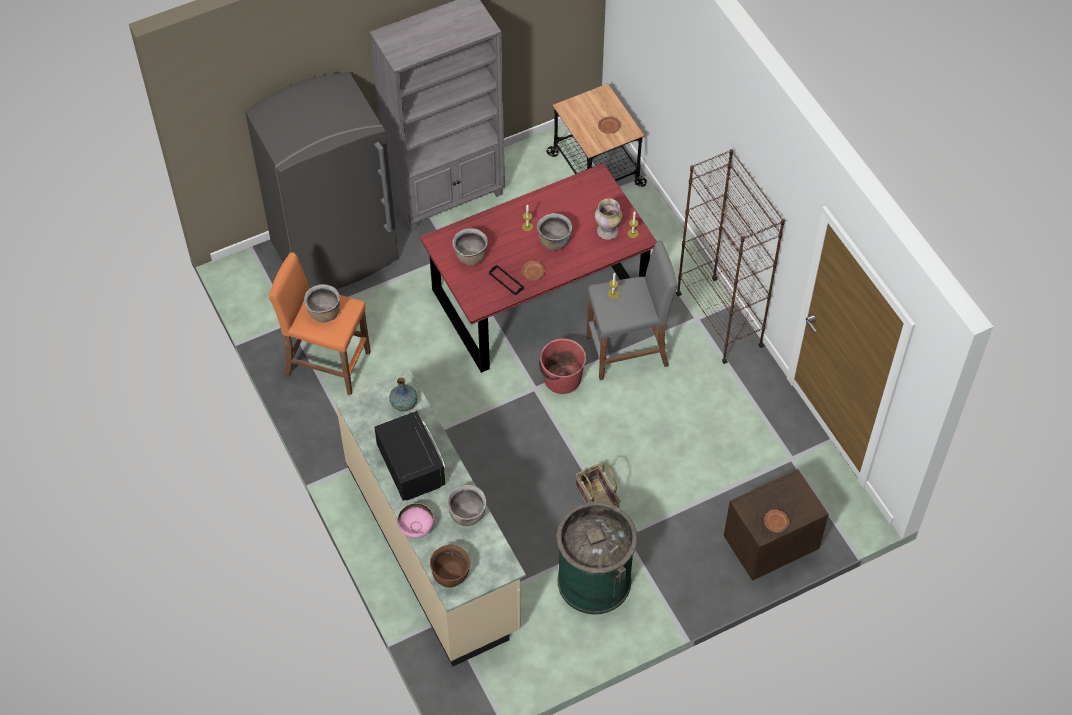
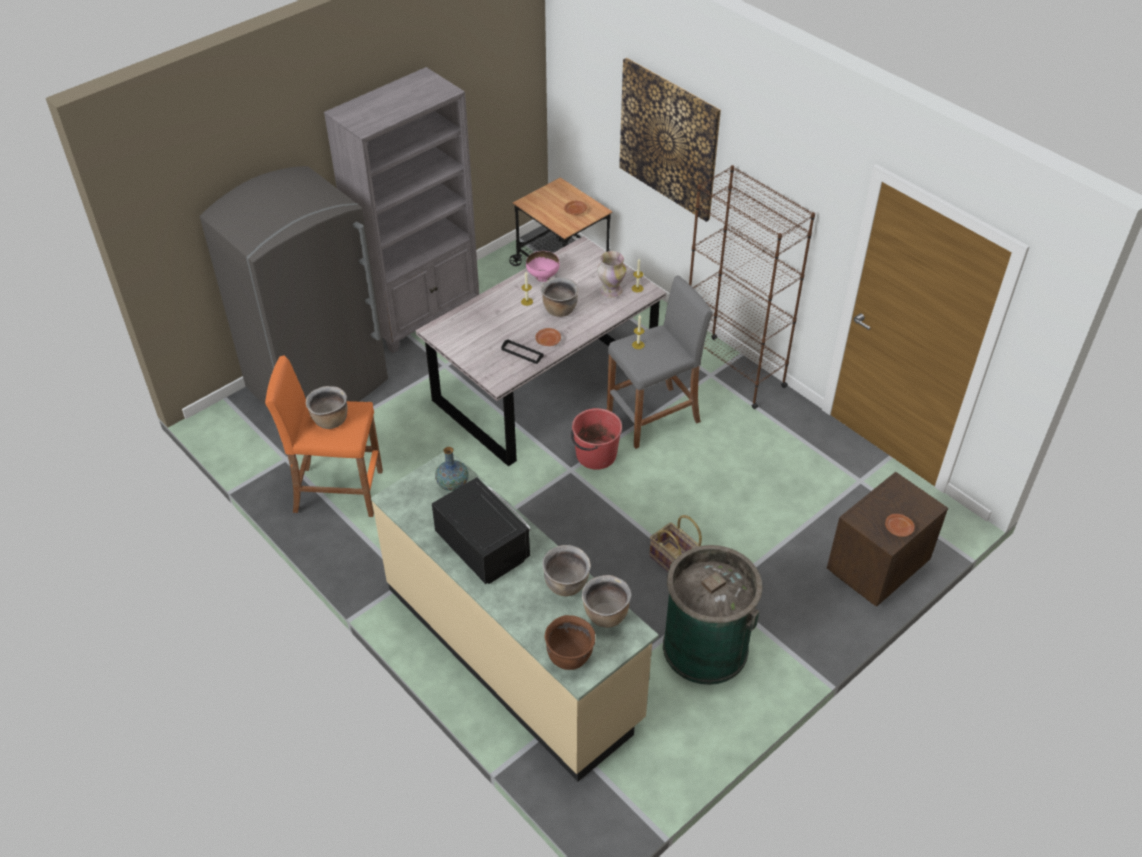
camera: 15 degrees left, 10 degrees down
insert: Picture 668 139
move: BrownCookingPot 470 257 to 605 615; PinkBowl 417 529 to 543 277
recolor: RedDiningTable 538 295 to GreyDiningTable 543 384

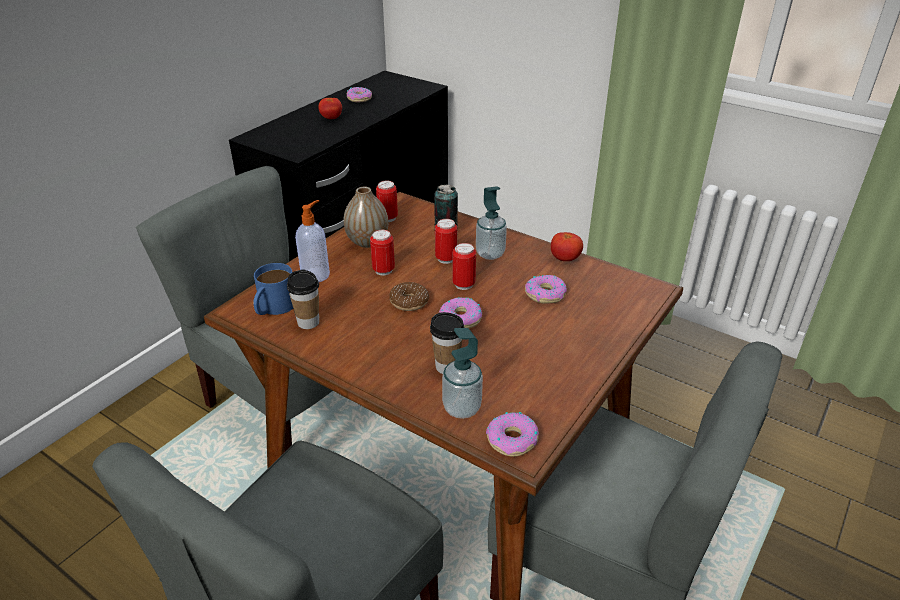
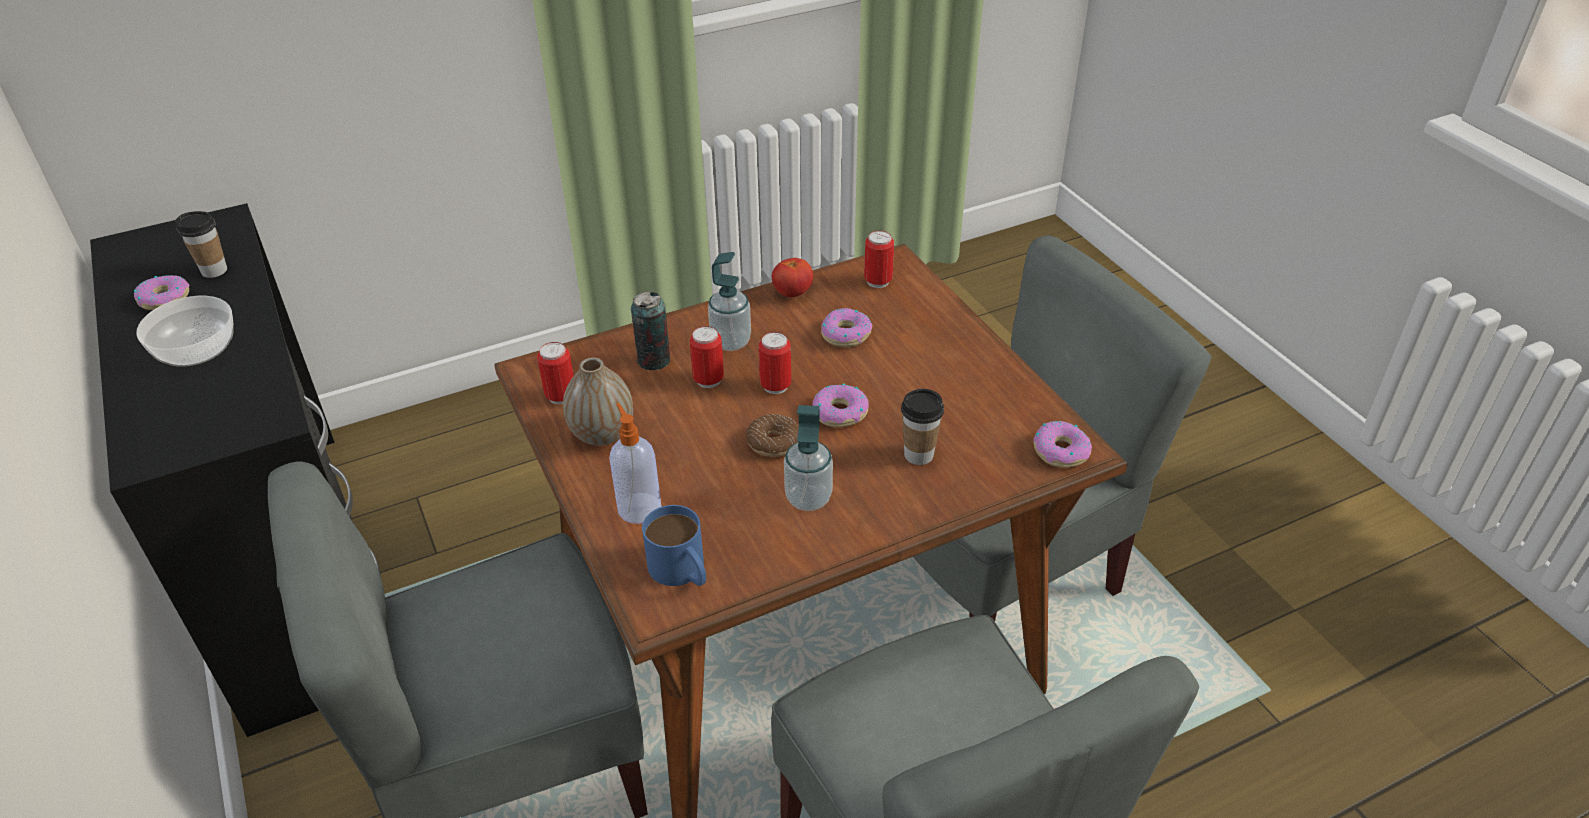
camera: 60 degrees left, 5 degrees up
move: Can 383 270 to 878 281; Cup 308 322 to 214 270; SoapDispenser 462 408 to 808 498
replace: Tomato 331 118 to Bowl 196 350

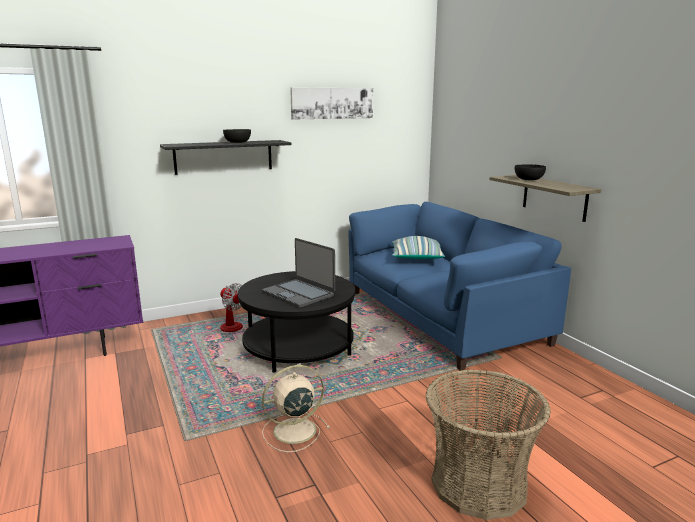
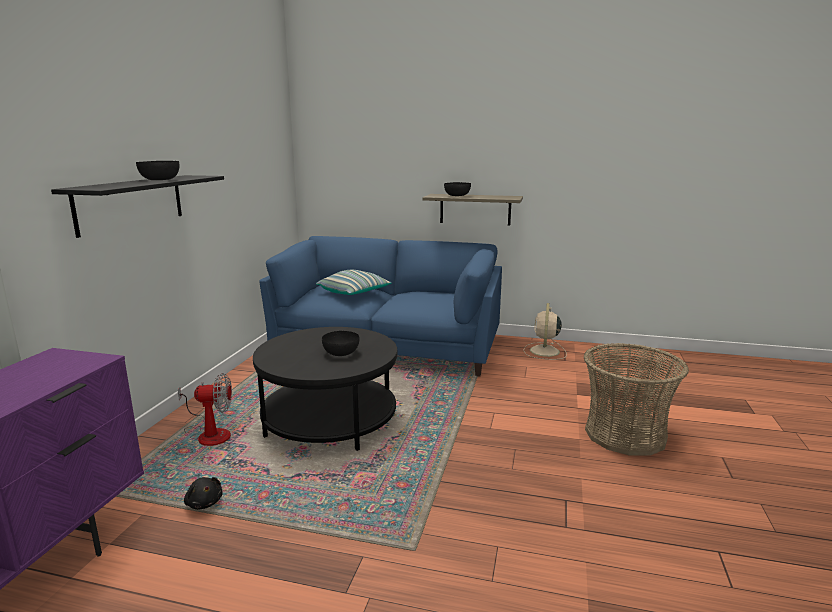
camera: 50 degrees left, 0 degrees up
delete: Picture 332 103
insert: BlackPlushToy 204 503
move: BeigeFan 292 431 to 544 351
replace: Laptop 299 294 to BlackBowl 341 352

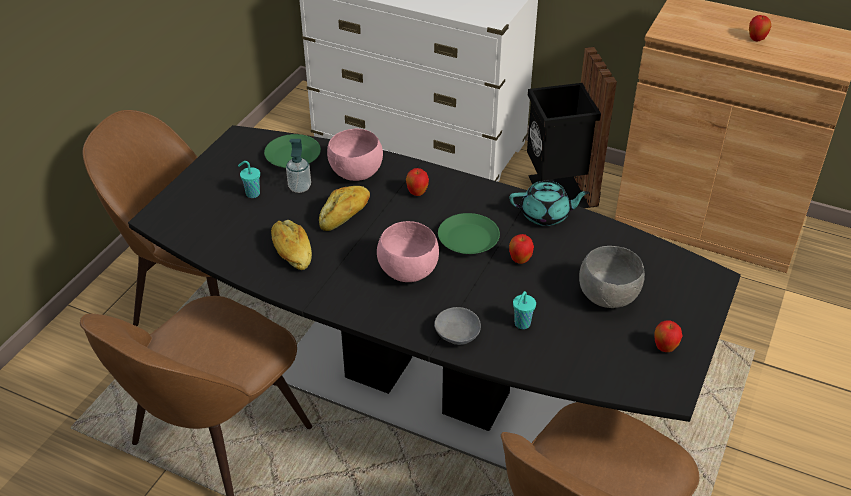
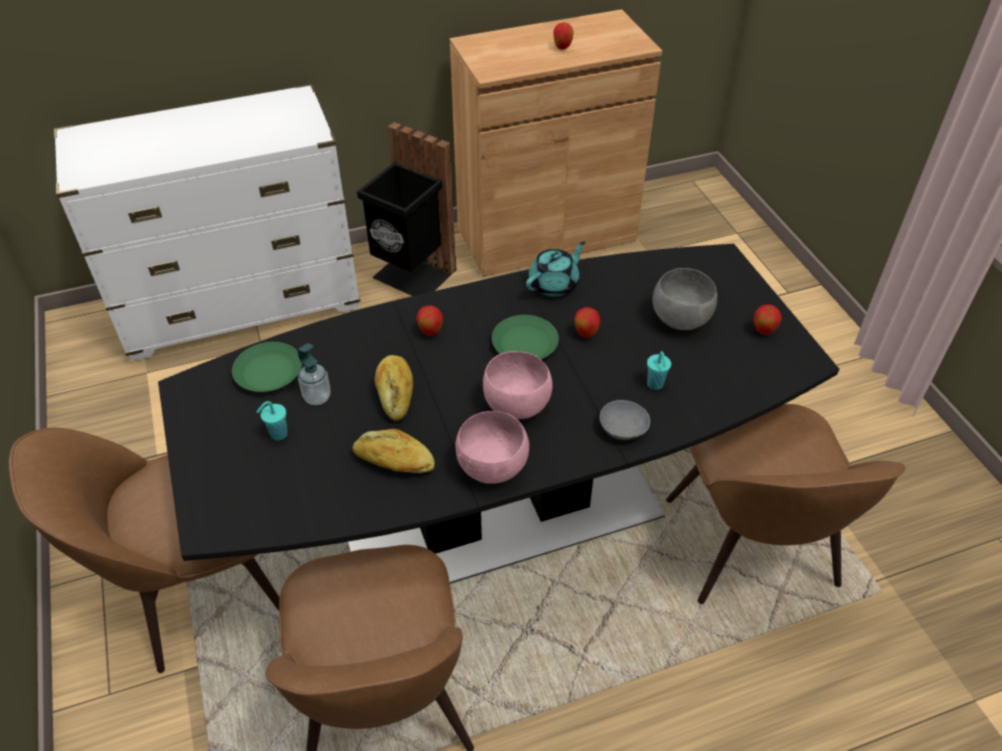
camera: 45 degrees left, 5 degrees up
move: PinkBowl 355 174 to 492 468

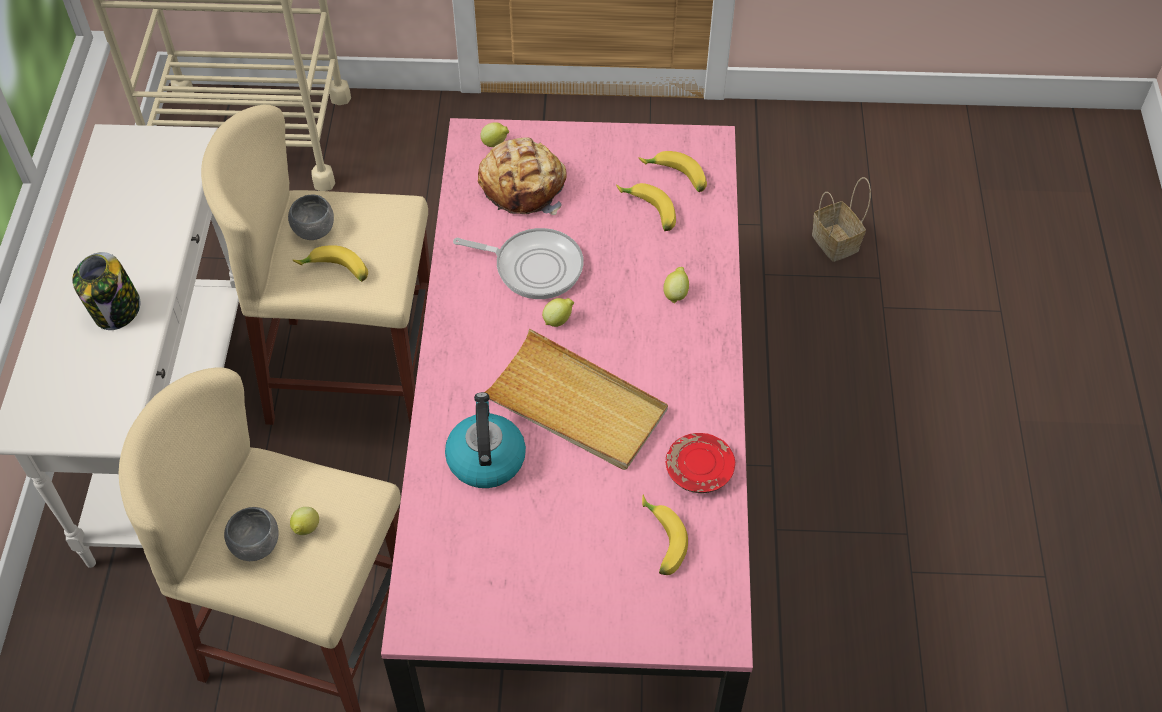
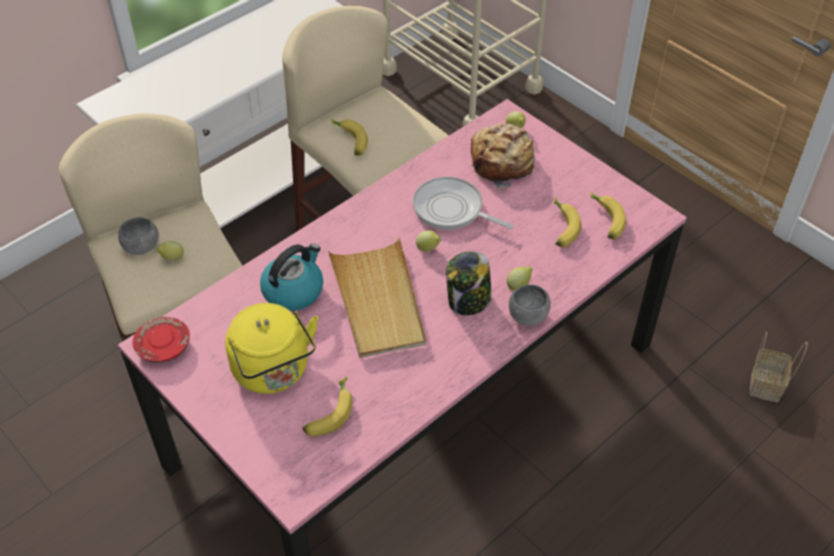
camera: 45 degrees right, 5 degrees down
insert: YellowKettle 274 372
move: GreyBowl 314 230 to 528 316; Jar 116 311 to 468 301; RedPlate 699 470 to 163 346
rotate: FryingPan 533 267 = 451 210 150 degrees clockwise

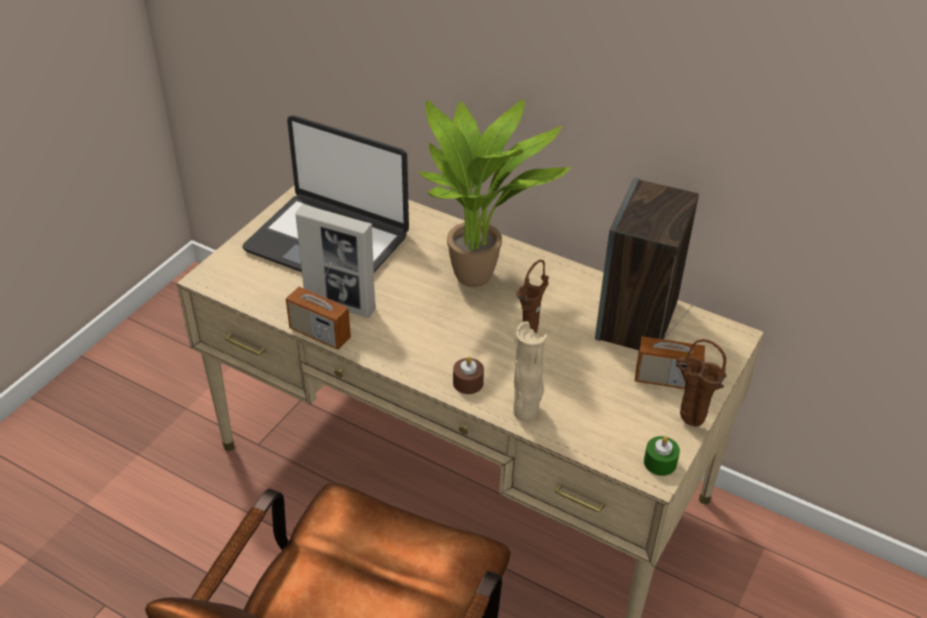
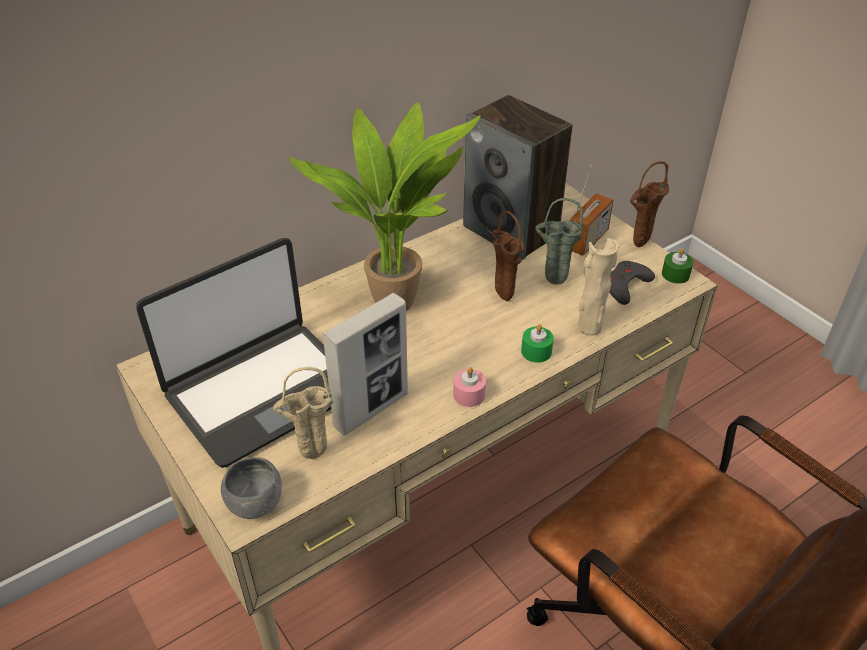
camera: 65 degrees left, 0 degrees up
delete: Radio 320 334
insert: GreenVase 552 283; GreyGameController 625 286; BeigeVase 311 457; PinkCandle 469 394; GreyBowl 255 503
recolor: BrownCandle 468 383 to GreenCandle 536 351

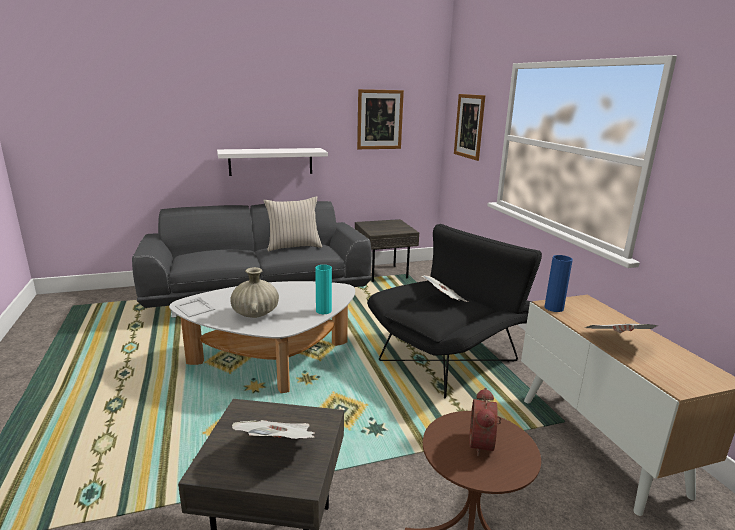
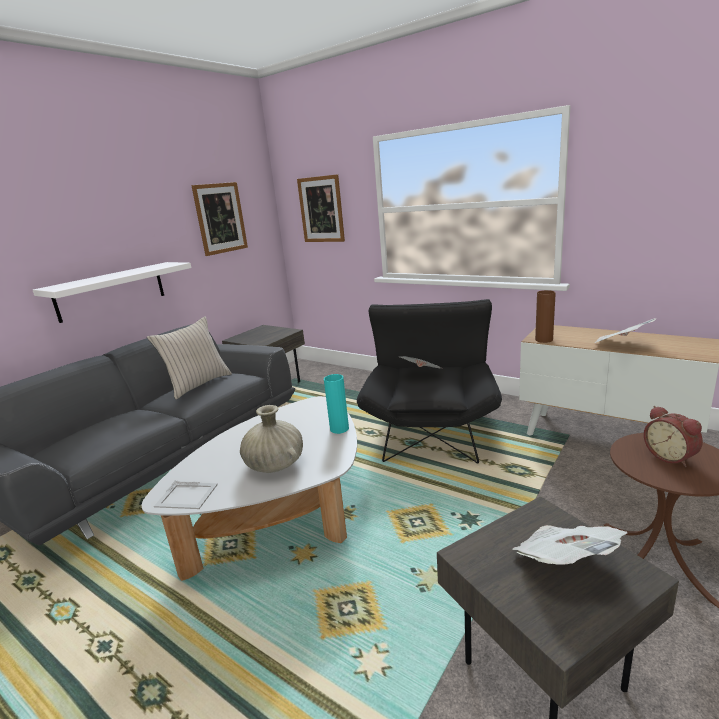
camera: 35 degrees left, 0 degrees up
recolor: BlueVase 554 308 to BrownVase 544 340

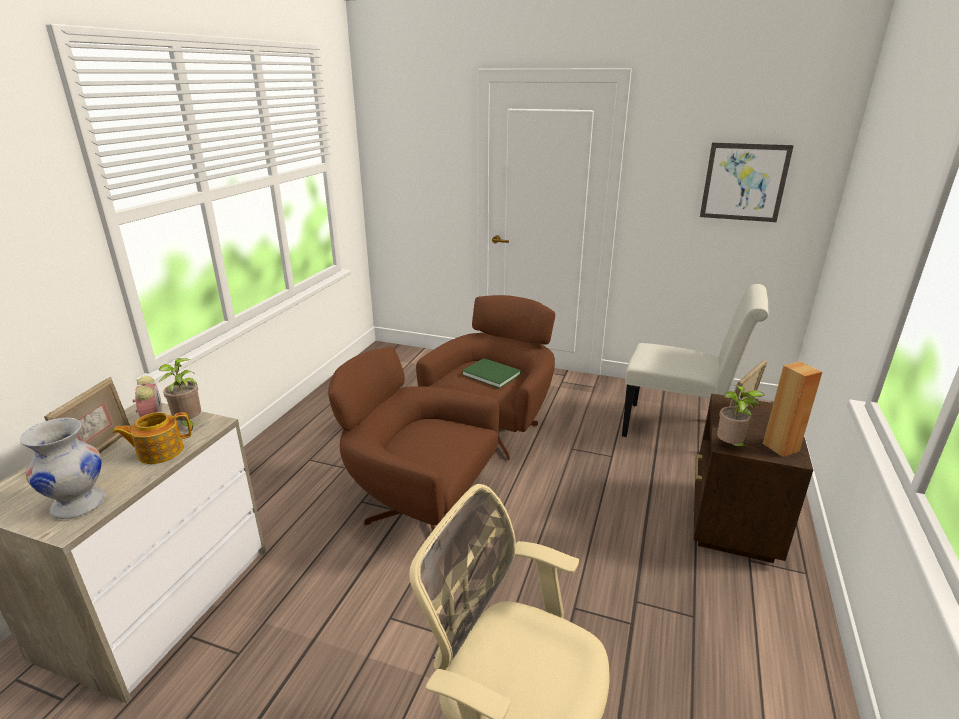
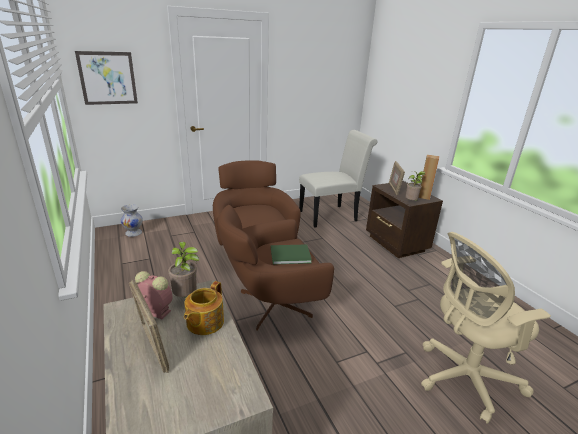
camera: 45 degrees left, 0 degrees up
move: Picture 744 182 to 107 78; GreenBook 491 373 to 289 255; WhiteVase 80 504 to 134 233

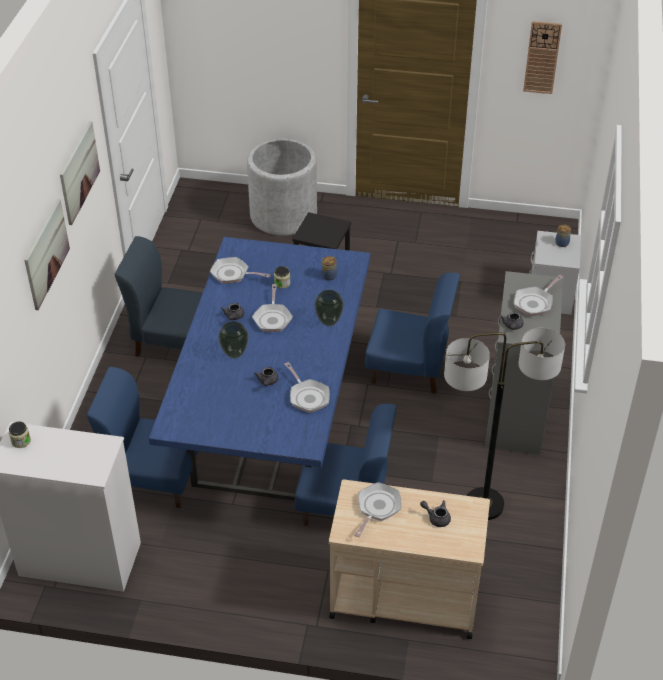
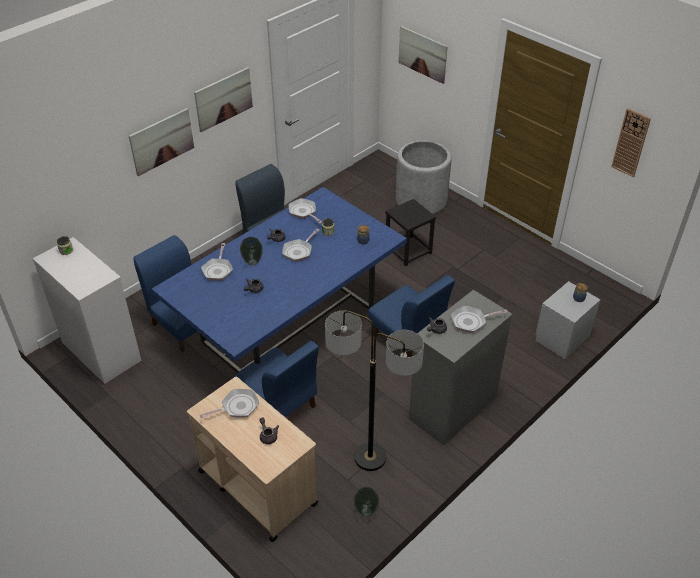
camera: 35 degrees right, 0 degrees up
insert: Picture 422 54
move: Vase 328 322 to 365 511; FryingPan 307 396 to 218 269

